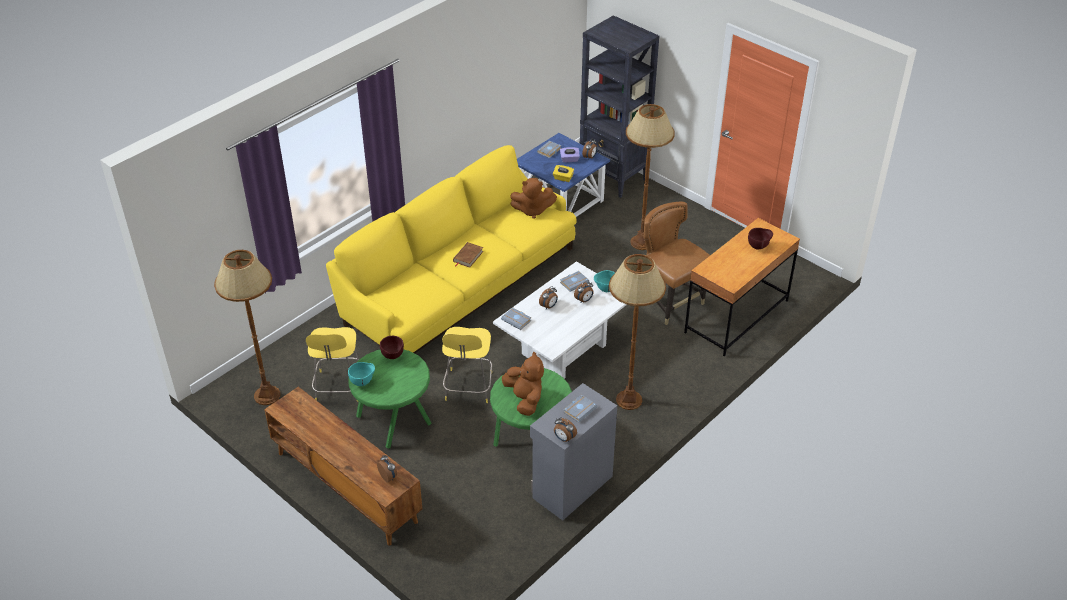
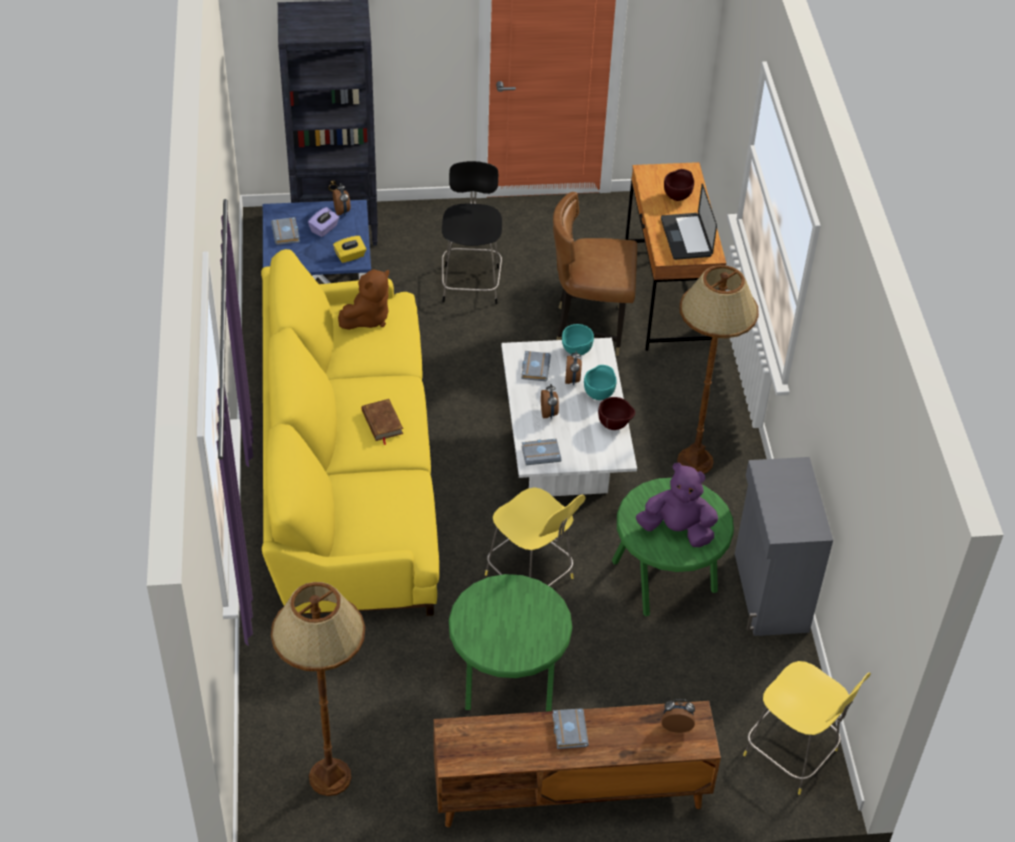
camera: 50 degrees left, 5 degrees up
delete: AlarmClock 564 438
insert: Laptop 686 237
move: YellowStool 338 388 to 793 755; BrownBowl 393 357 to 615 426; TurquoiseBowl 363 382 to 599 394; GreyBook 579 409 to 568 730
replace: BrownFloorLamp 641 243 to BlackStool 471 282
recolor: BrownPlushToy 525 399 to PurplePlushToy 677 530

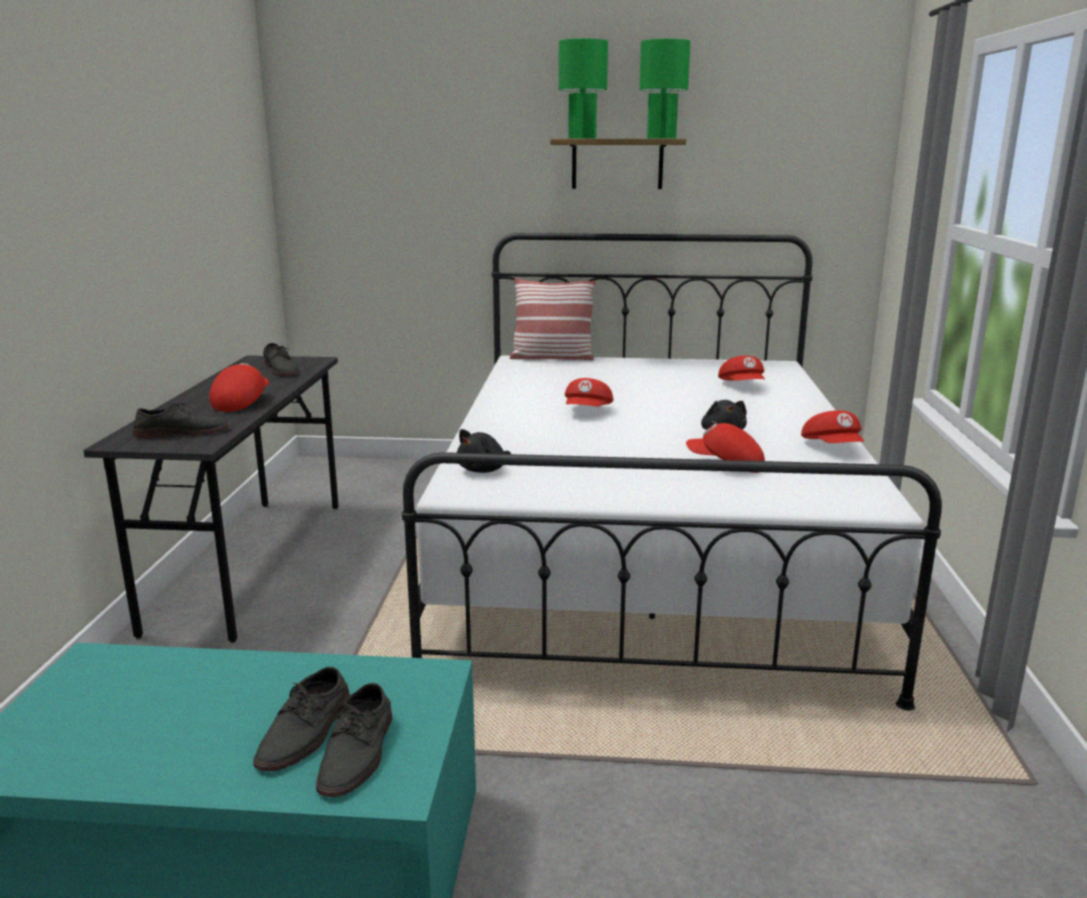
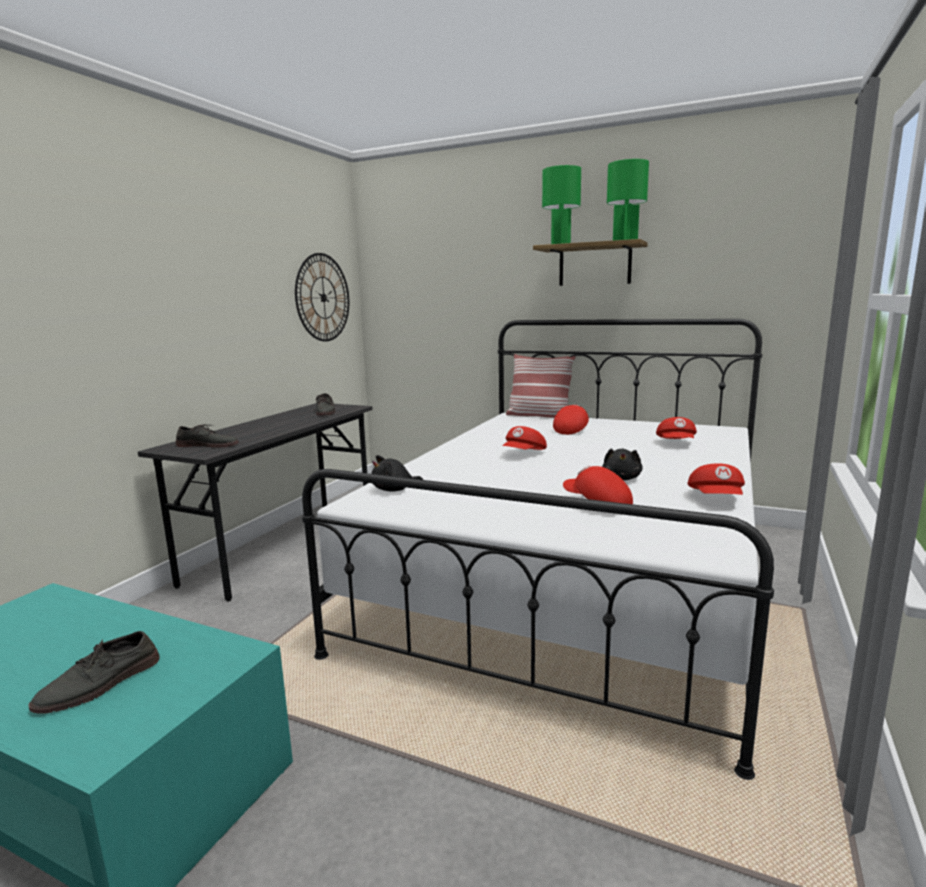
camera: 20 degrees right, 5 degrees down
delete: GreyShoe 358 753
insert: WallClock 323 297
move: RedCap 241 403 to 571 430

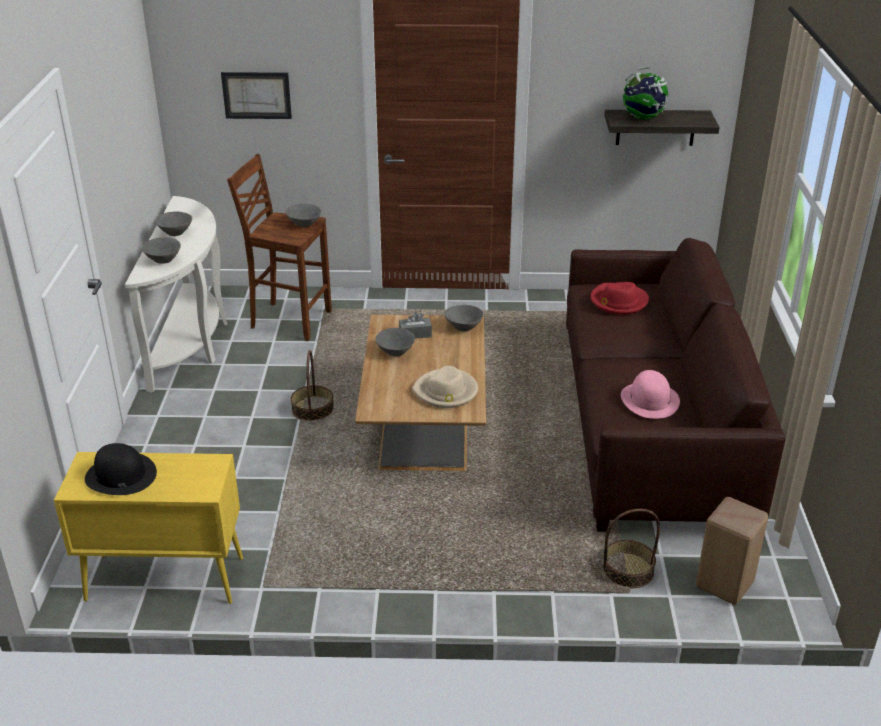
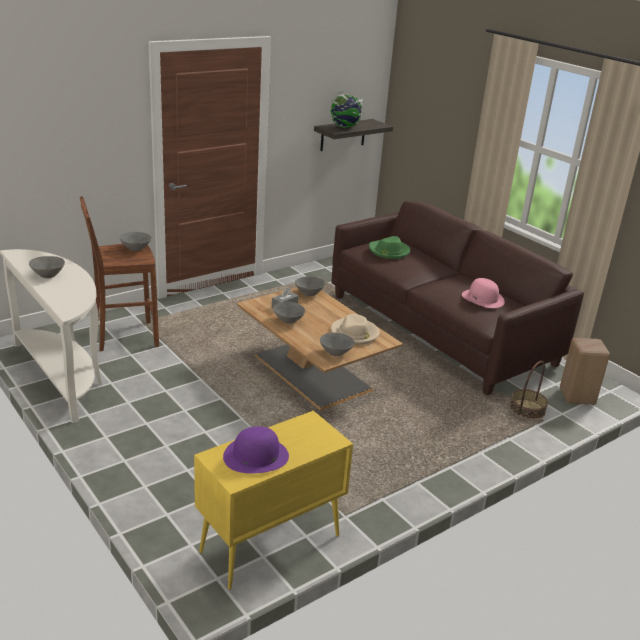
camera: 40 degrees left, 5 degrees down
delete: Picture 256 95; Basket 312 409
move: GreyBowl 163 260 to 336 353
recolor: RedHat 618 301 to GreenHat 389 251; BlackHat 120 475 to PurpleHat 255 456

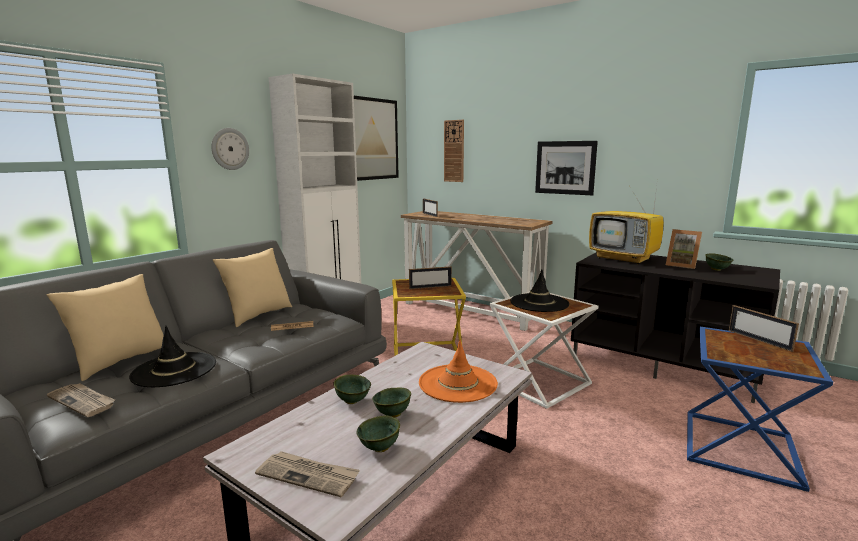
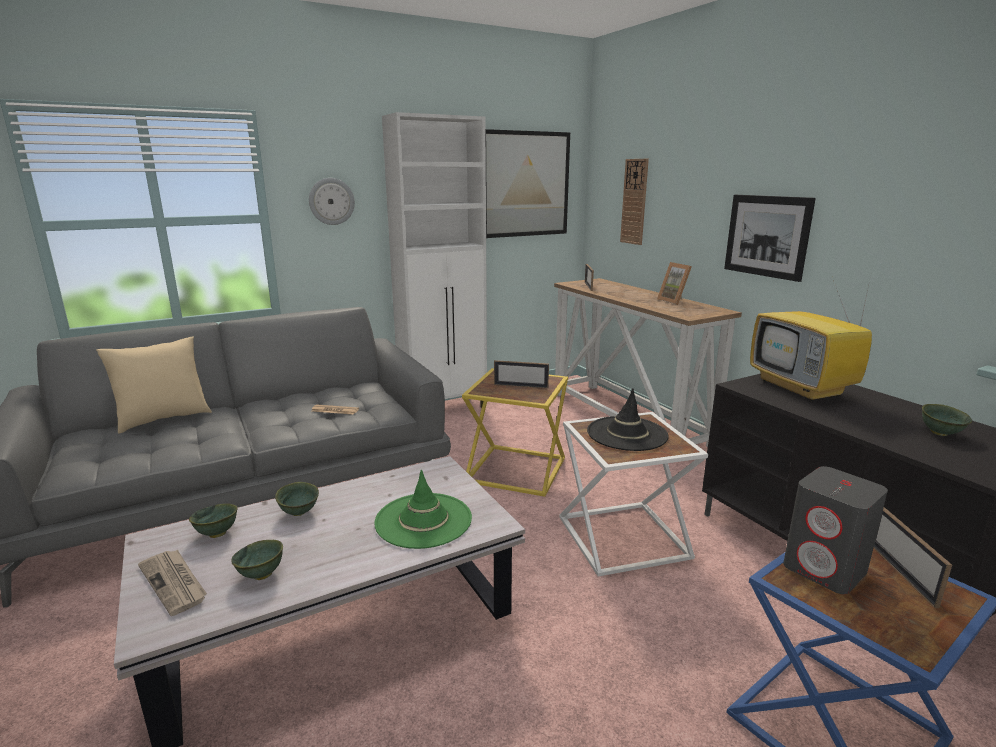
camera: 25 degrees right, 5 degrees up
delete: BeigePillow 257 315; BlackHat 174 370; Newspaper 83 401
insert: GreySpeaker 825 569
move: PictureFrame 682 265 to 674 301; GreenBowl 392 415 to 216 534
recolor: OrangeHat 458 383 to GreenHat 423 520

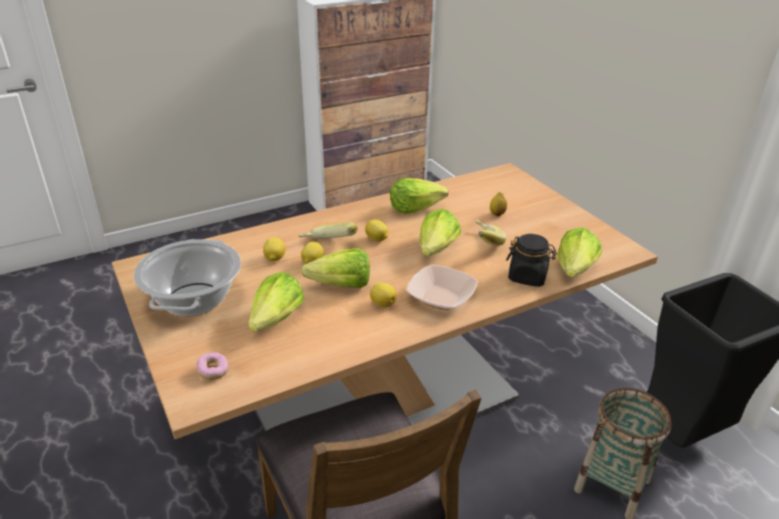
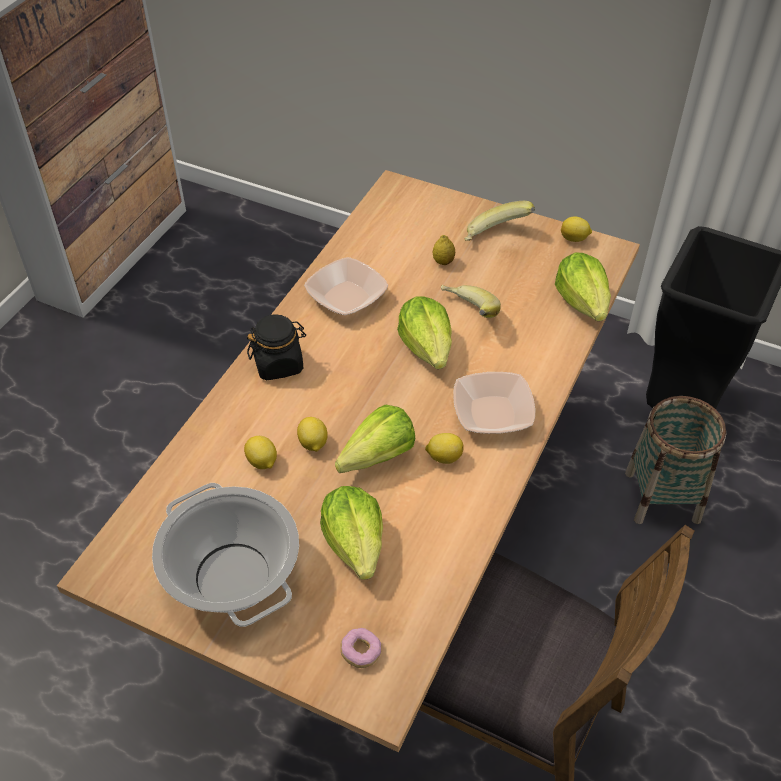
camera: 35 degrees left, 15 degrees up
move: Lemon 377 239 to 574 239; Banana 328 245 to 496 237; BlackJar 528 277 to 279 364
replace: Lettuce 415 208 to Bowl 346 297

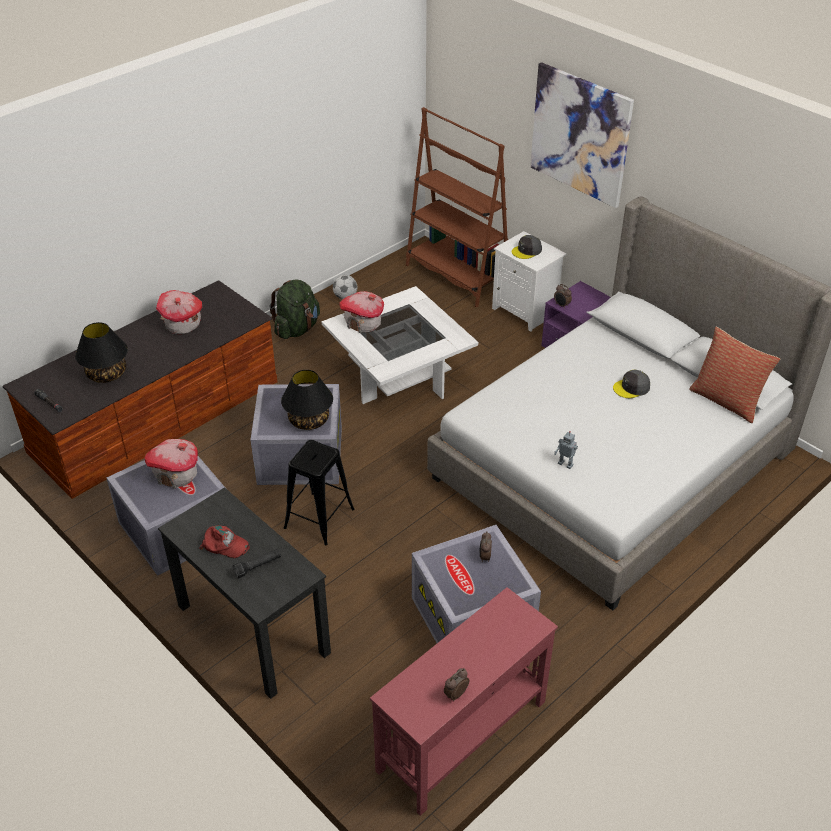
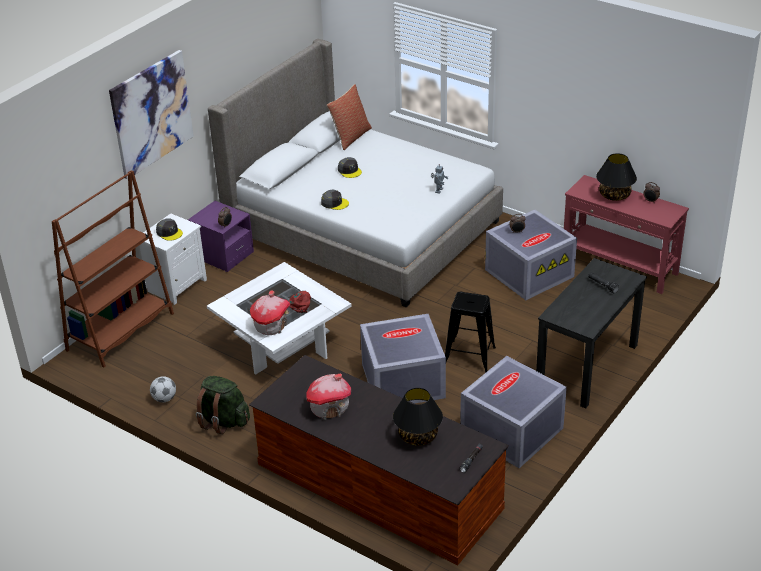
camera: 100 degrees left, 5 degrees down
delete: ToyHouse 176 475
insert: GreyCap 334 203
move: BlackTableLamp 309 420 to 614 195; RedCap 225 545 to 300 303

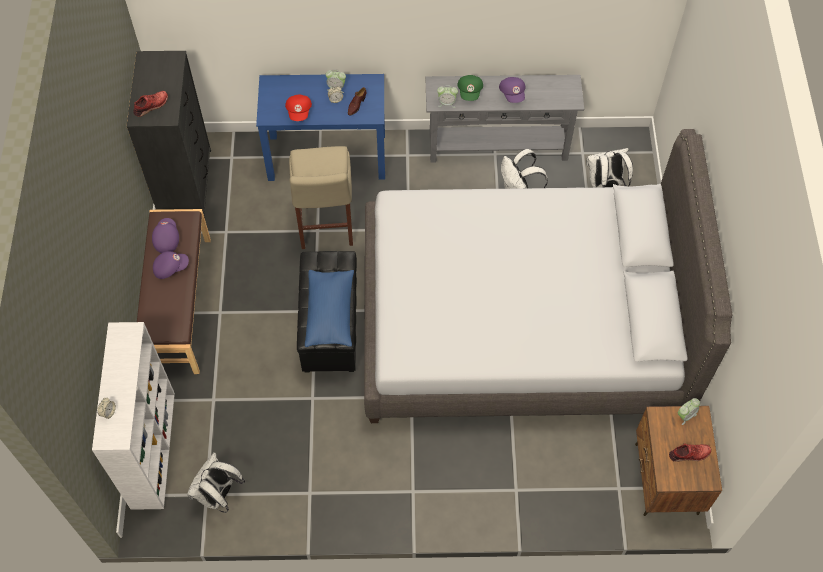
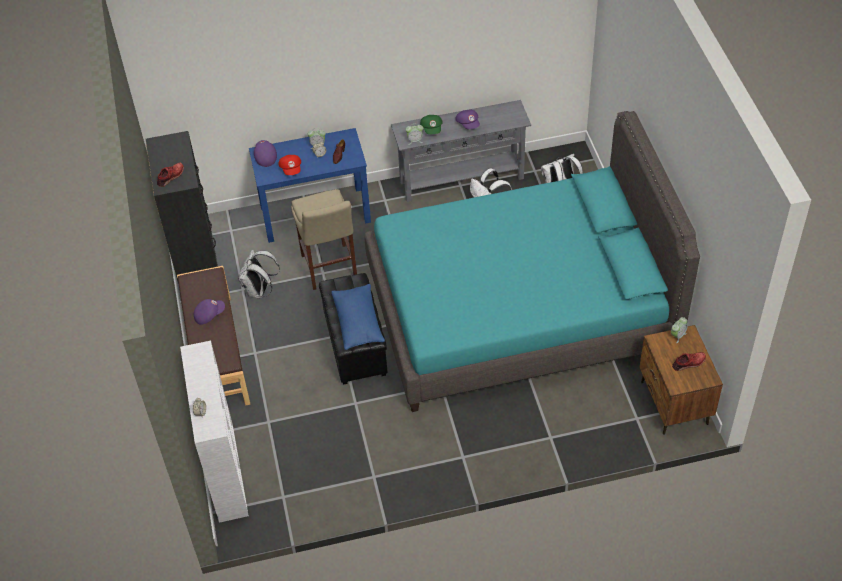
camera: 10 degrees left, 10 degrees down
move: PurpleCap 166 239 to 265 157; WhiteBackpack 218 495 to 259 291
recolor: GreyBed 521 323 to TurquoiseBed 519 310

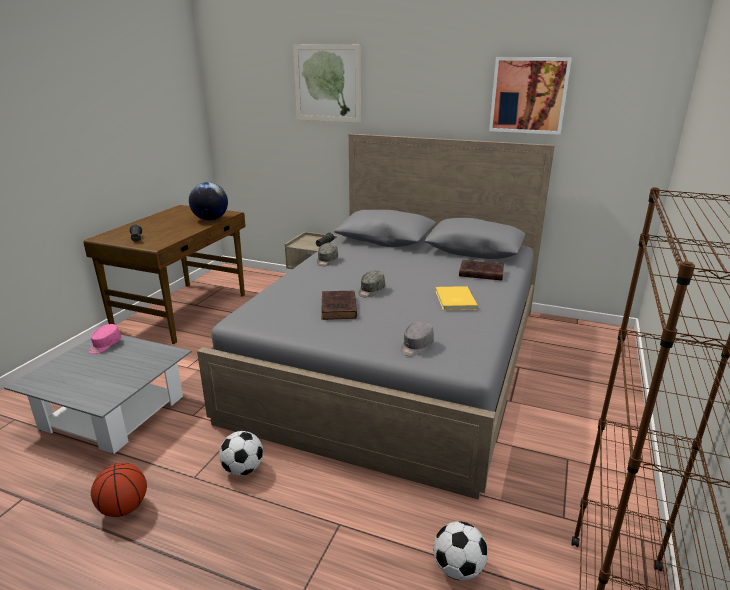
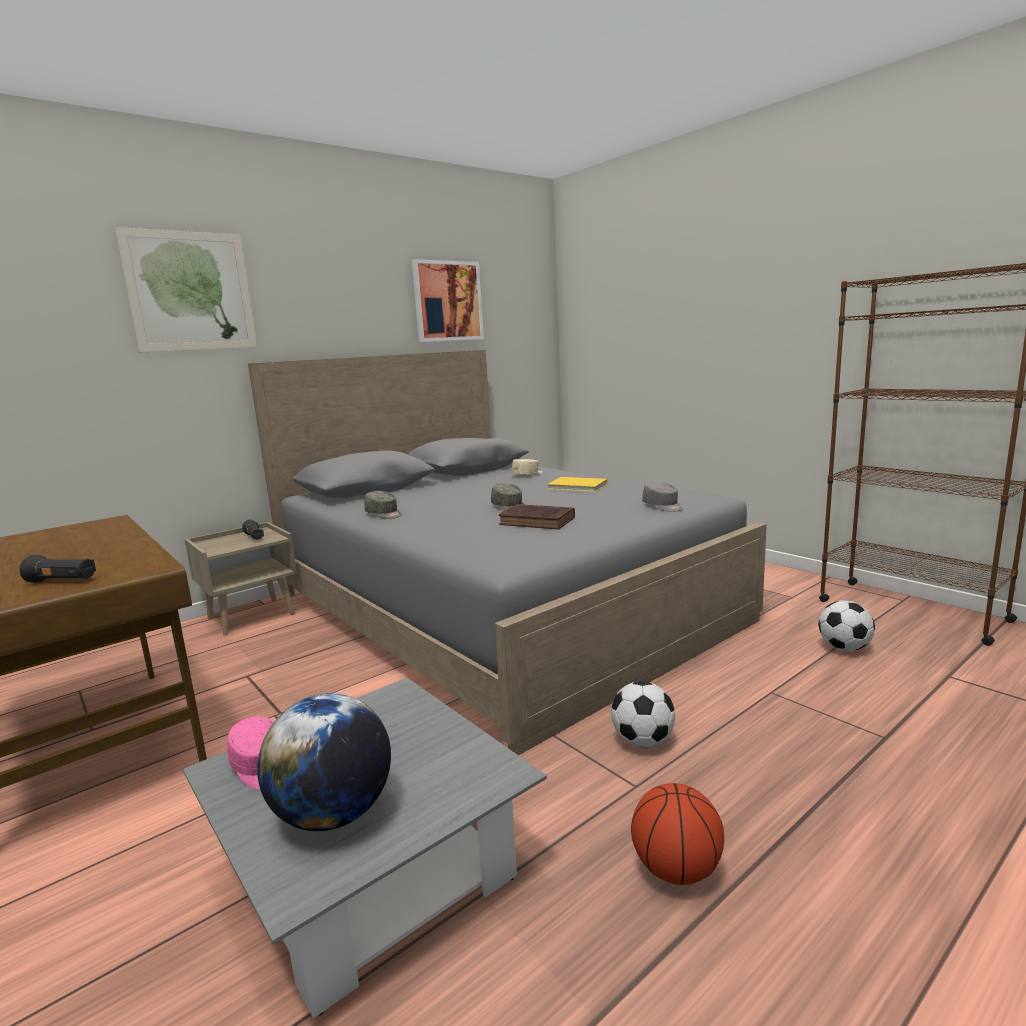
camera: 60 degrees left, 10 degrees down
move: Globe 210 219 to 334 814
replace: BrownBook 480 273 to BeigeCap 528 474

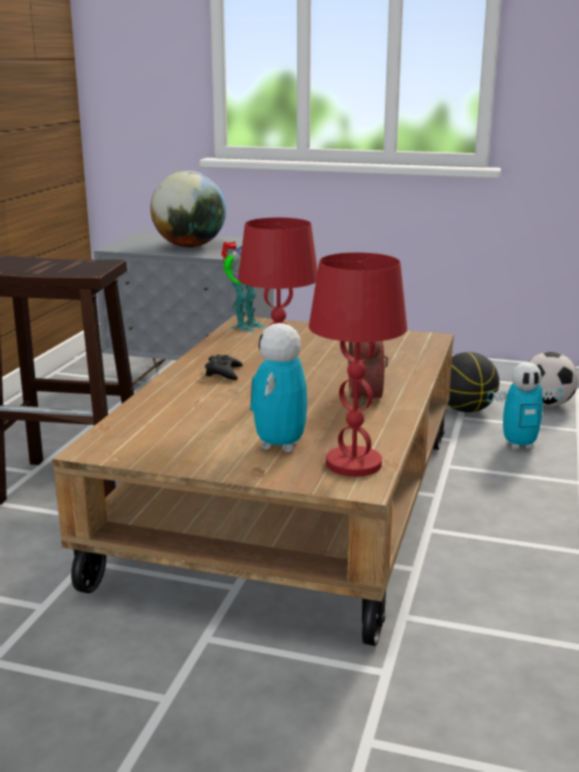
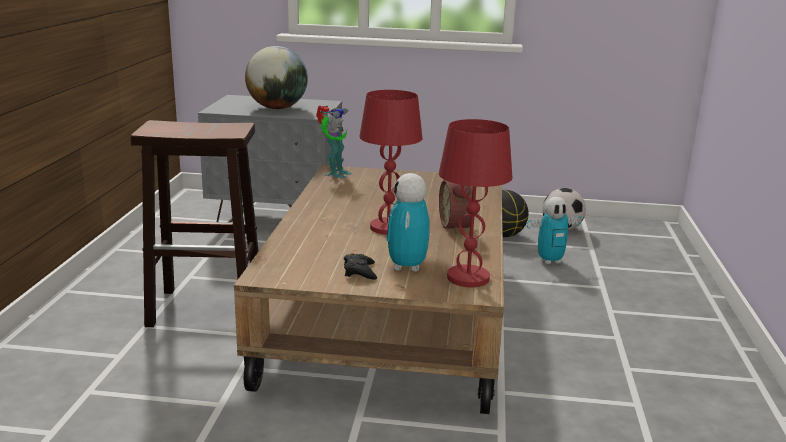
camera: 10 degrees left, 0 degrees up
move: BlackGameController 223 372 to 359 271

